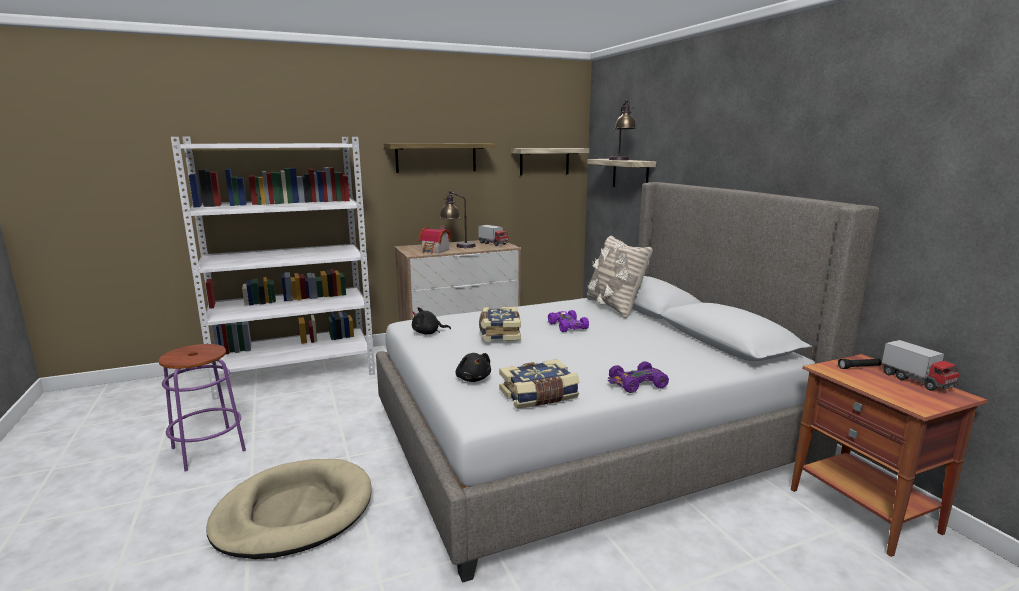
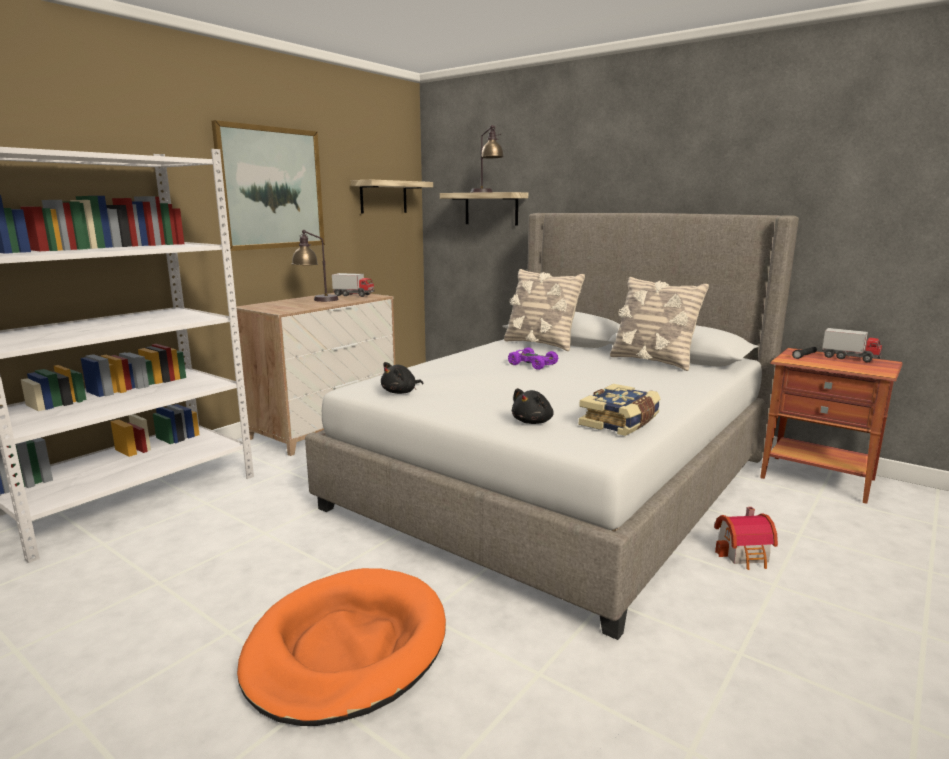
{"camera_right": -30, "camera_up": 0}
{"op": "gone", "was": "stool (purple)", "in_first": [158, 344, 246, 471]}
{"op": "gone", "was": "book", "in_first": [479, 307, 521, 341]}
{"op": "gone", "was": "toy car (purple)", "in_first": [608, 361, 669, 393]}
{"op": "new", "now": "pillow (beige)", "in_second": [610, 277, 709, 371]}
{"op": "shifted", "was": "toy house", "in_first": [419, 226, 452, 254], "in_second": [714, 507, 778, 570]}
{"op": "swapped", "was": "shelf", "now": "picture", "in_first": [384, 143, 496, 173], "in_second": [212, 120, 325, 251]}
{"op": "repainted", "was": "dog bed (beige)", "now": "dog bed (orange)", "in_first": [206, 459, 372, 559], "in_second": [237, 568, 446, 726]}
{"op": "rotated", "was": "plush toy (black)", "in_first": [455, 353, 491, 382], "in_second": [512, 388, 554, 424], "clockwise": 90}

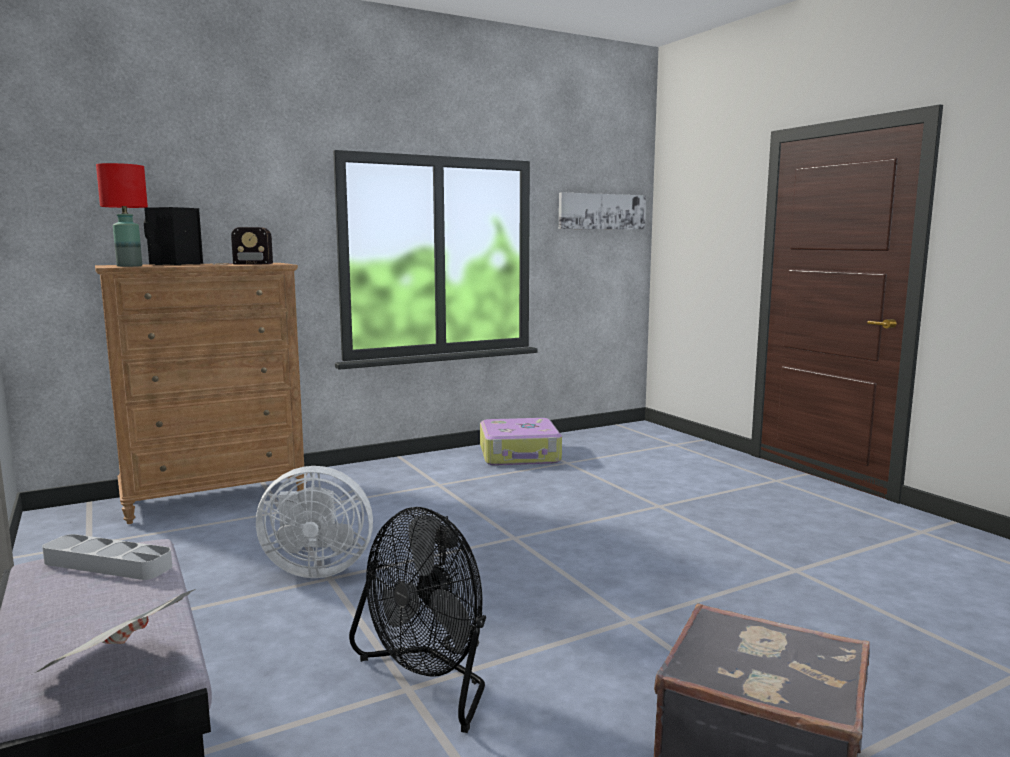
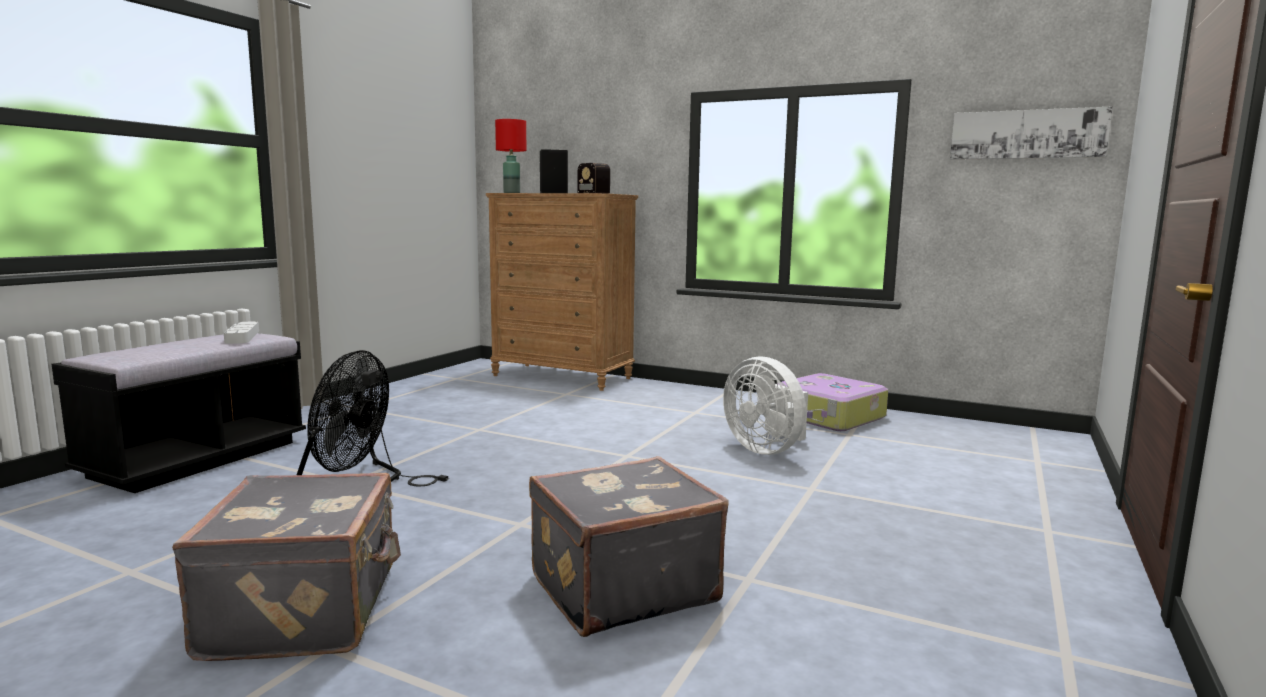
{"camera_right": 55, "camera_up": 0}
{"op": "gone", "was": "newspaper", "in_first": [31, 589, 196, 675]}
{"op": "new", "now": "suitcase (grey)", "in_second": [529, 456, 729, 637]}
{"op": "shifted", "was": "fan (white)", "in_first": [256, 466, 373, 578], "in_second": [723, 357, 808, 455]}

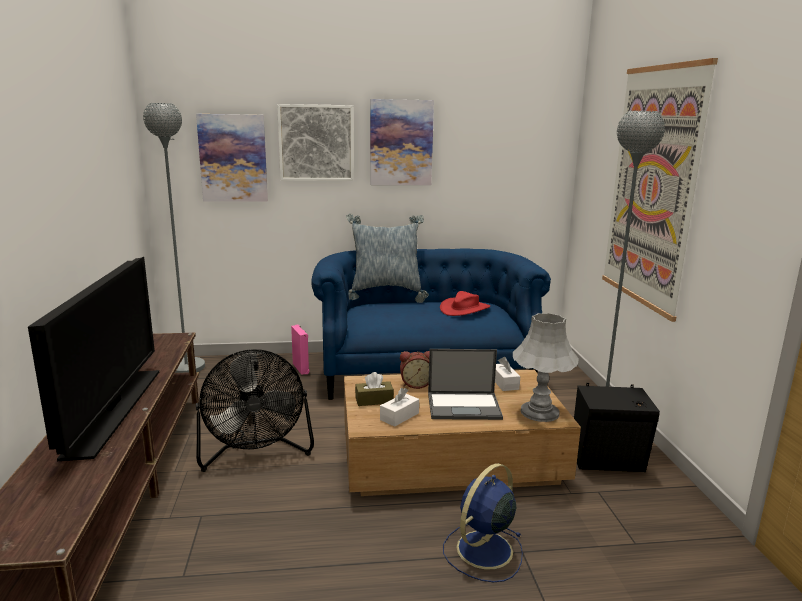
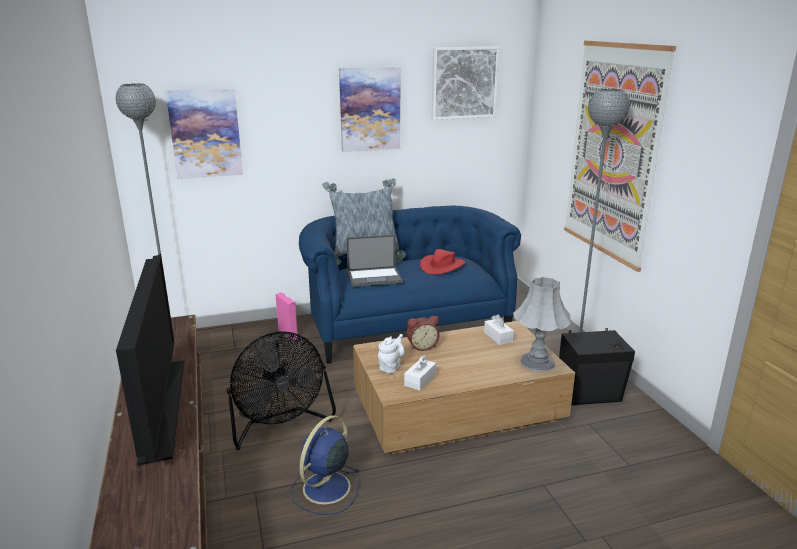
{"camera_right": -10, "camera_up": 5}
{"op": "shifted", "was": "picture", "in_first": [277, 104, 354, 181], "in_second": [432, 47, 499, 120]}
{"op": "shifted", "was": "laptop", "in_first": [428, 349, 503, 420], "in_second": [346, 235, 403, 287]}
{"op": "shifted", "was": "fan (blue)", "in_first": [443, 463, 523, 582], "in_second": [291, 415, 359, 515]}
{"op": "swapped", "was": "tissue box (brown)", "now": "teapot (white)", "in_first": [355, 372, 394, 406], "in_second": [378, 334, 404, 374]}

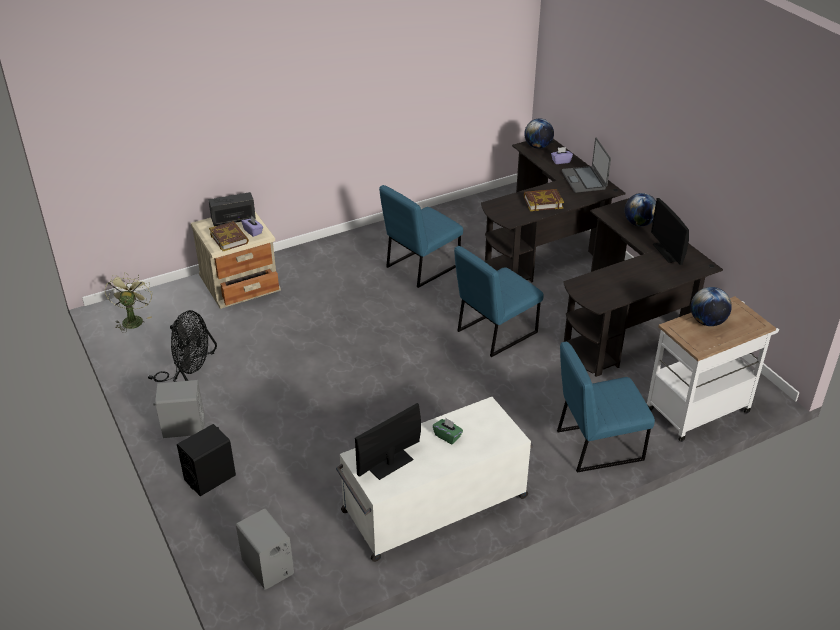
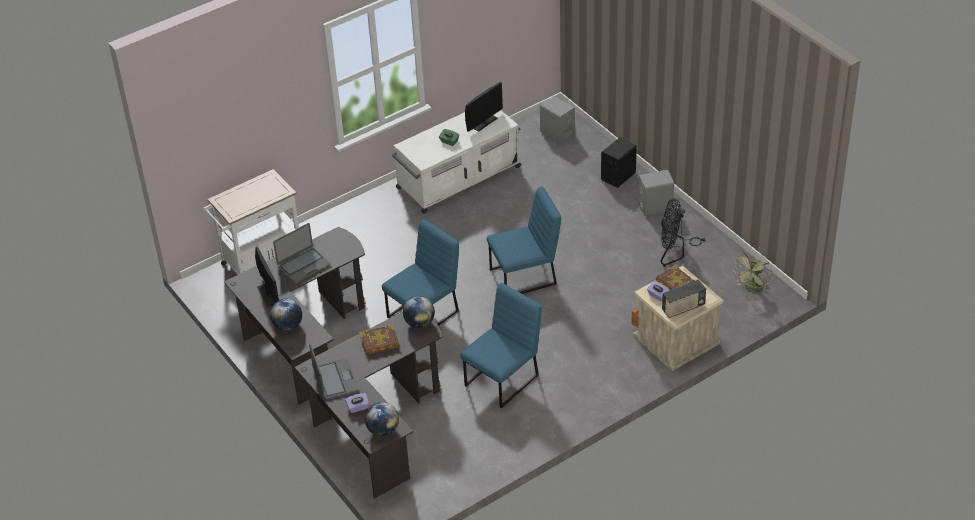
{"camera_right": 175, "camera_up": 5}
{"op": "new", "now": "laptop", "in_second": [273, 223, 331, 284]}
{"op": "shifted", "was": "chair (blue)", "in_first": [557, 342, 655, 472], "in_second": [487, 186, 561, 294]}
{"op": "shifted", "was": "globe", "in_first": [691, 287, 732, 326], "in_second": [403, 296, 435, 328]}
{"op": "rotated", "was": "fan (green)", "in_first": [104, 272, 153, 333], "in_second": [732, 250, 772, 293], "clockwise": 45}

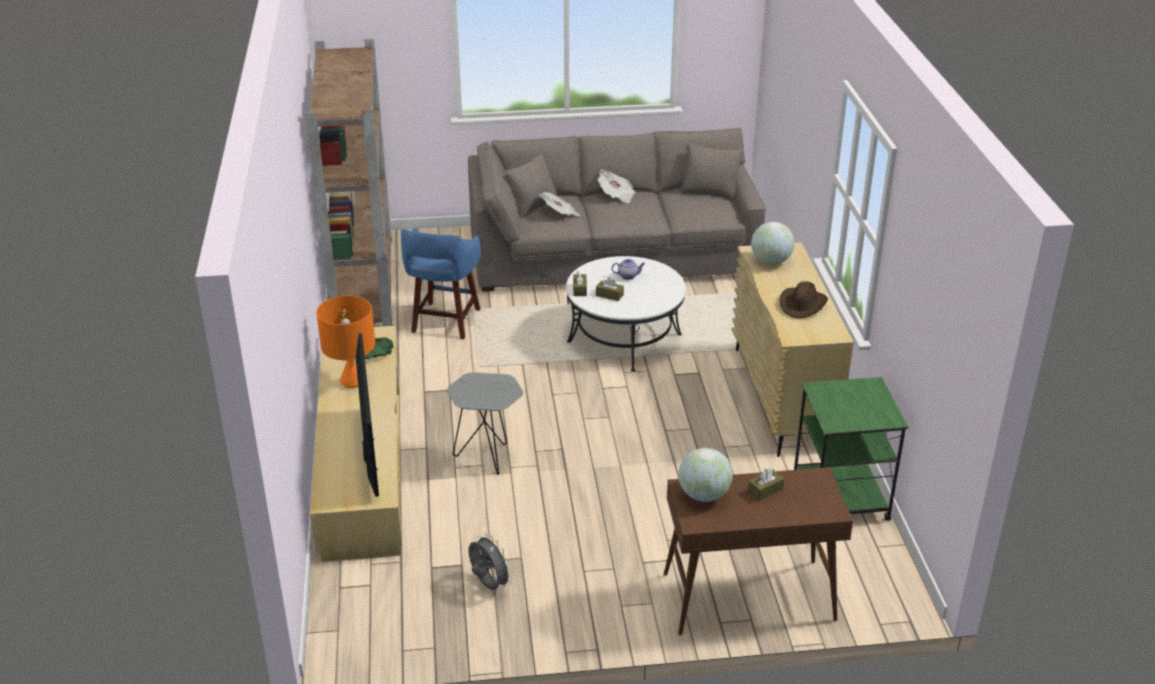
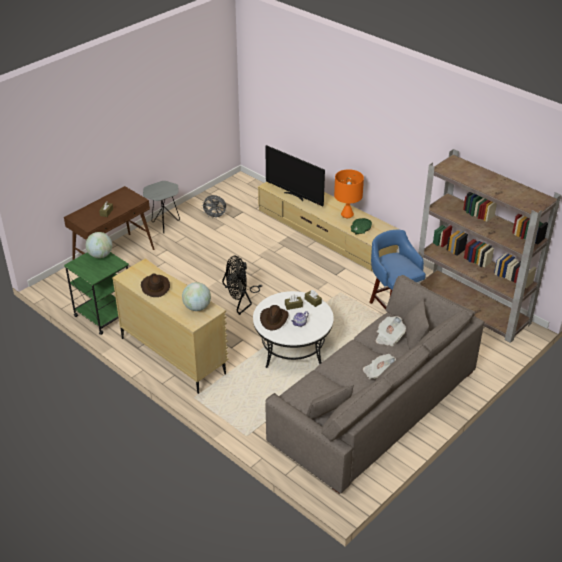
{"camera_right": 140, "camera_up": 5}
{"op": "new", "now": "fan (black)", "in_second": [222, 255, 262, 315]}
{"op": "new", "now": "hat (brown)", "in_second": [260, 305, 289, 330]}
{"op": "shifted", "was": "side table (grey)", "in_first": [447, 372, 523, 475], "in_second": [143, 181, 180, 234]}
{"op": "shifted", "was": "globe", "in_first": [679, 448, 732, 502], "in_second": [86, 232, 112, 258]}

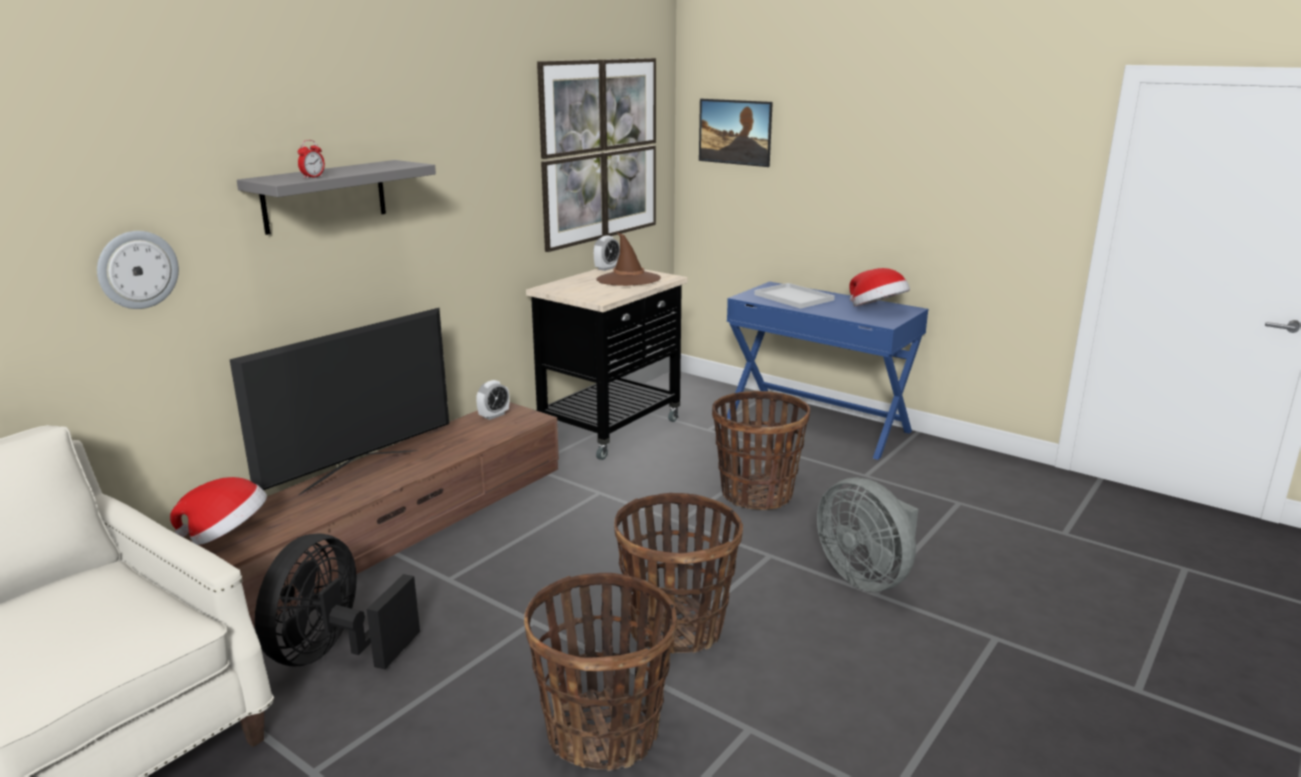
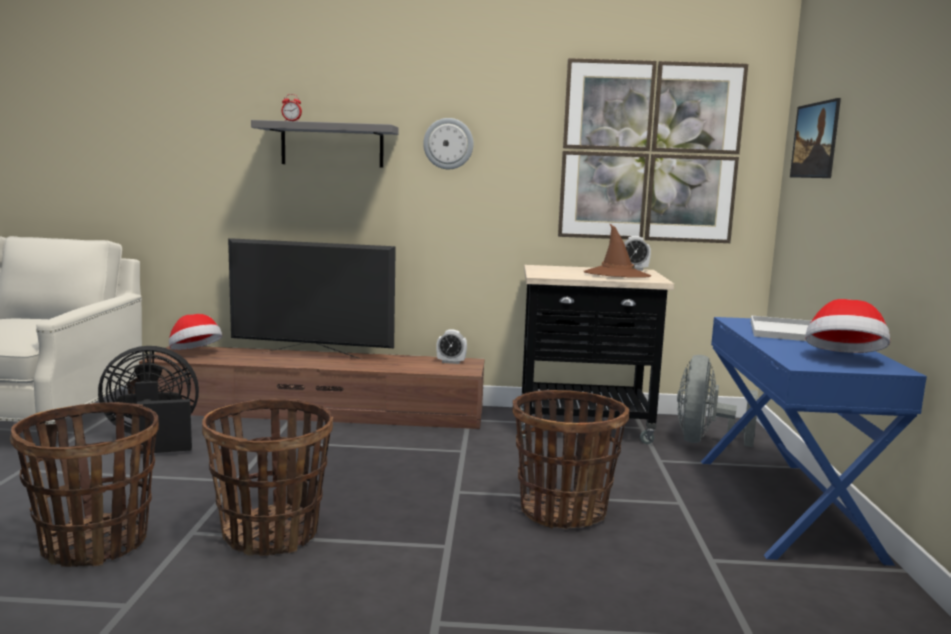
{"camera_right": 55, "camera_up": -10}
{"op": "shifted", "was": "wall clock", "in_first": [97, 231, 179, 309], "in_second": [423, 118, 474, 169]}
{"op": "shifted", "was": "fan (grey)", "in_first": [817, 477, 918, 592], "in_second": [677, 355, 758, 447]}

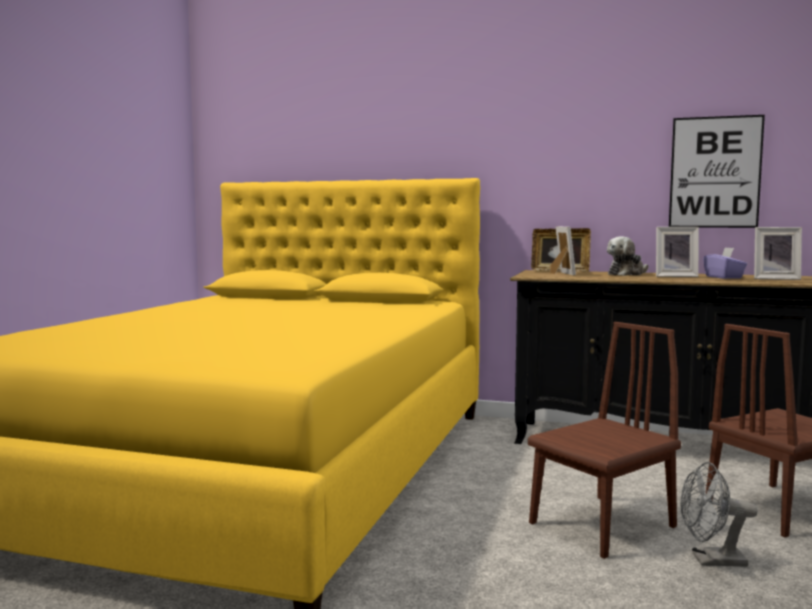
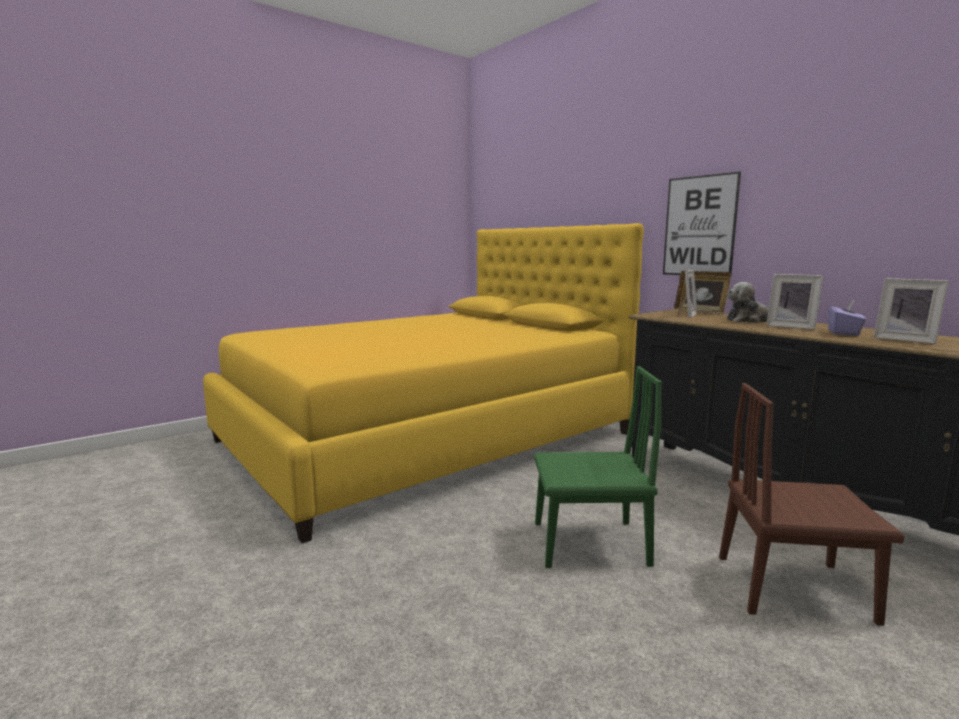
{"camera_right": 35, "camera_up": 5}
{"op": "gone", "was": "fan (grey)", "in_first": [681, 462, 758, 567]}
{"op": "shifted", "was": "picture", "in_first": [669, 115, 765, 228], "in_second": [663, 172, 741, 275]}
{"op": "repainted", "was": "chair (brown)", "now": "chair (green)", "in_first": [528, 322, 681, 559], "in_second": [534, 366, 662, 568]}

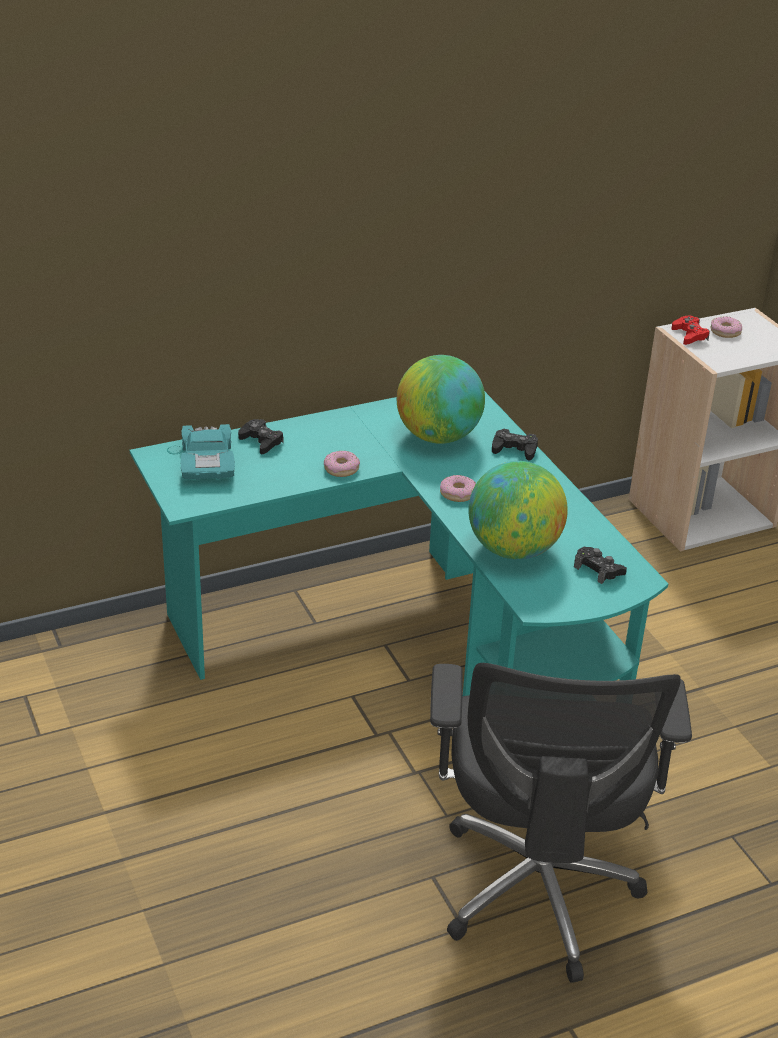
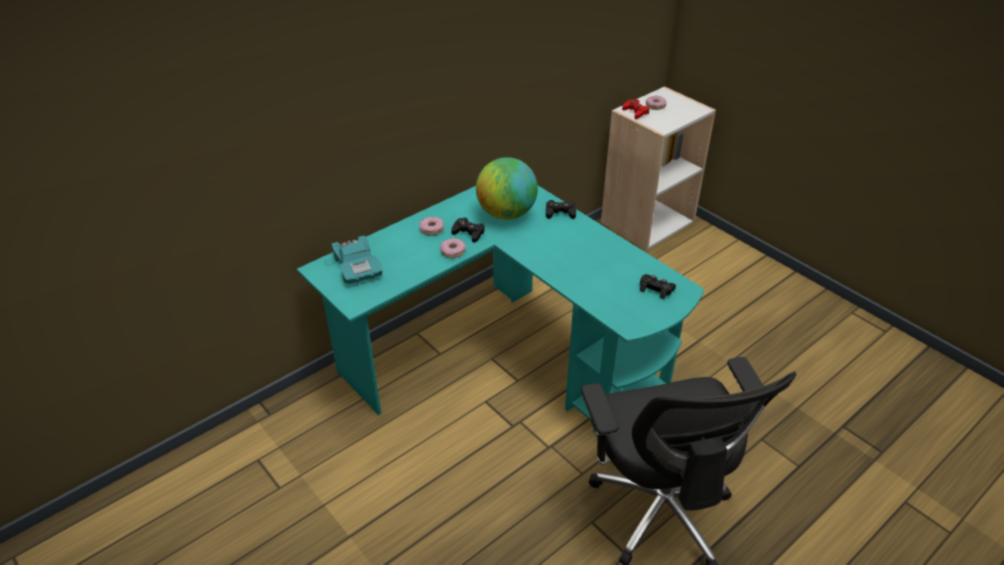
{"camera_right": -15, "camera_up": 5}
{"op": "gone", "was": "globe", "in_first": [468, 461, 568, 560]}
{"op": "shifted", "was": "game controller (black)", "in_first": [238, 419, 284, 454], "in_second": [451, 217, 484, 243]}
{"op": "shifted", "was": "donut", "in_first": [440, 475, 476, 502], "in_second": [419, 217, 444, 235]}

